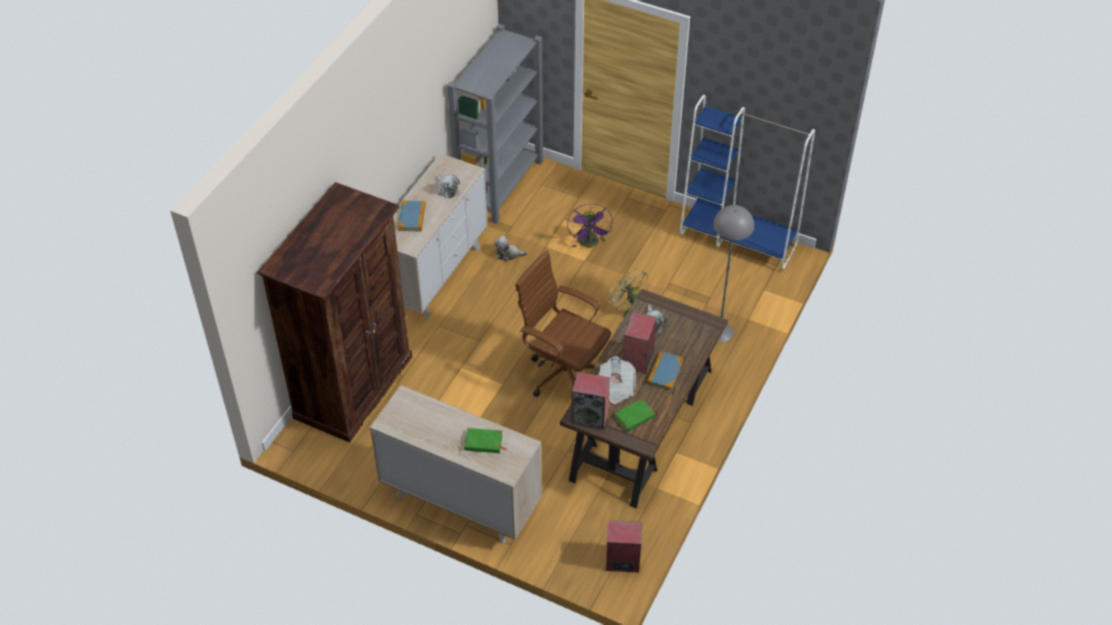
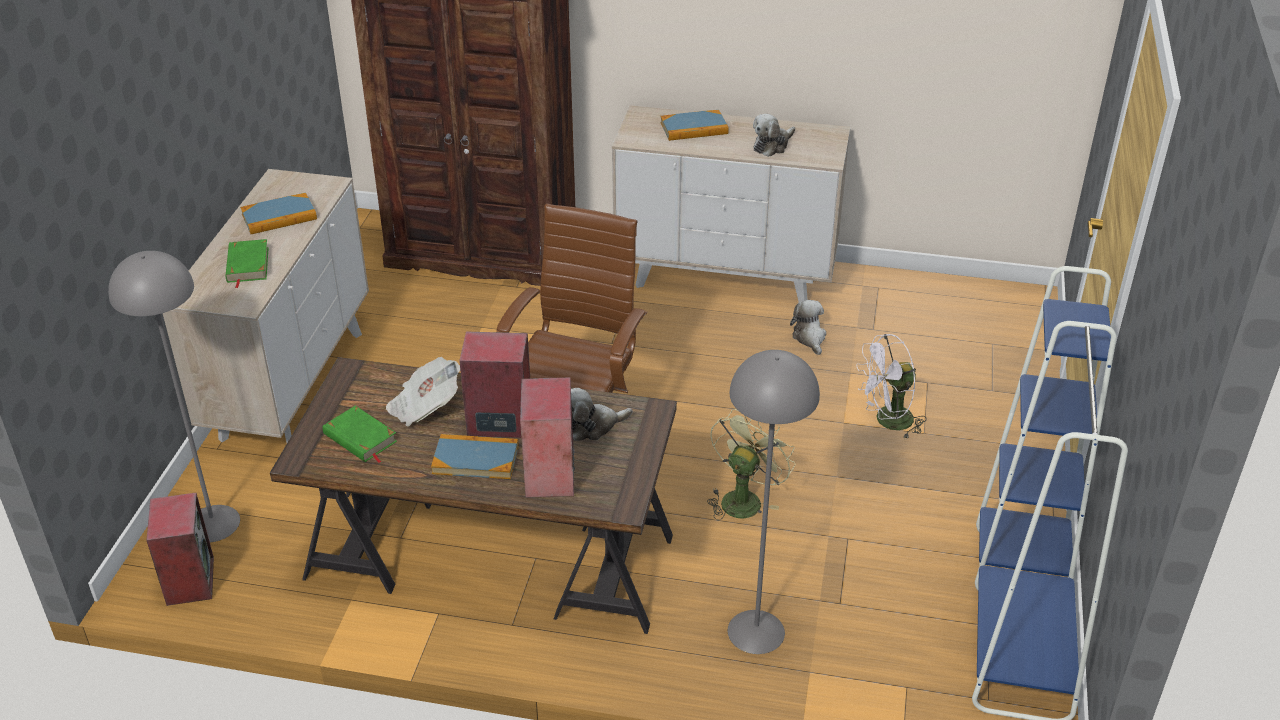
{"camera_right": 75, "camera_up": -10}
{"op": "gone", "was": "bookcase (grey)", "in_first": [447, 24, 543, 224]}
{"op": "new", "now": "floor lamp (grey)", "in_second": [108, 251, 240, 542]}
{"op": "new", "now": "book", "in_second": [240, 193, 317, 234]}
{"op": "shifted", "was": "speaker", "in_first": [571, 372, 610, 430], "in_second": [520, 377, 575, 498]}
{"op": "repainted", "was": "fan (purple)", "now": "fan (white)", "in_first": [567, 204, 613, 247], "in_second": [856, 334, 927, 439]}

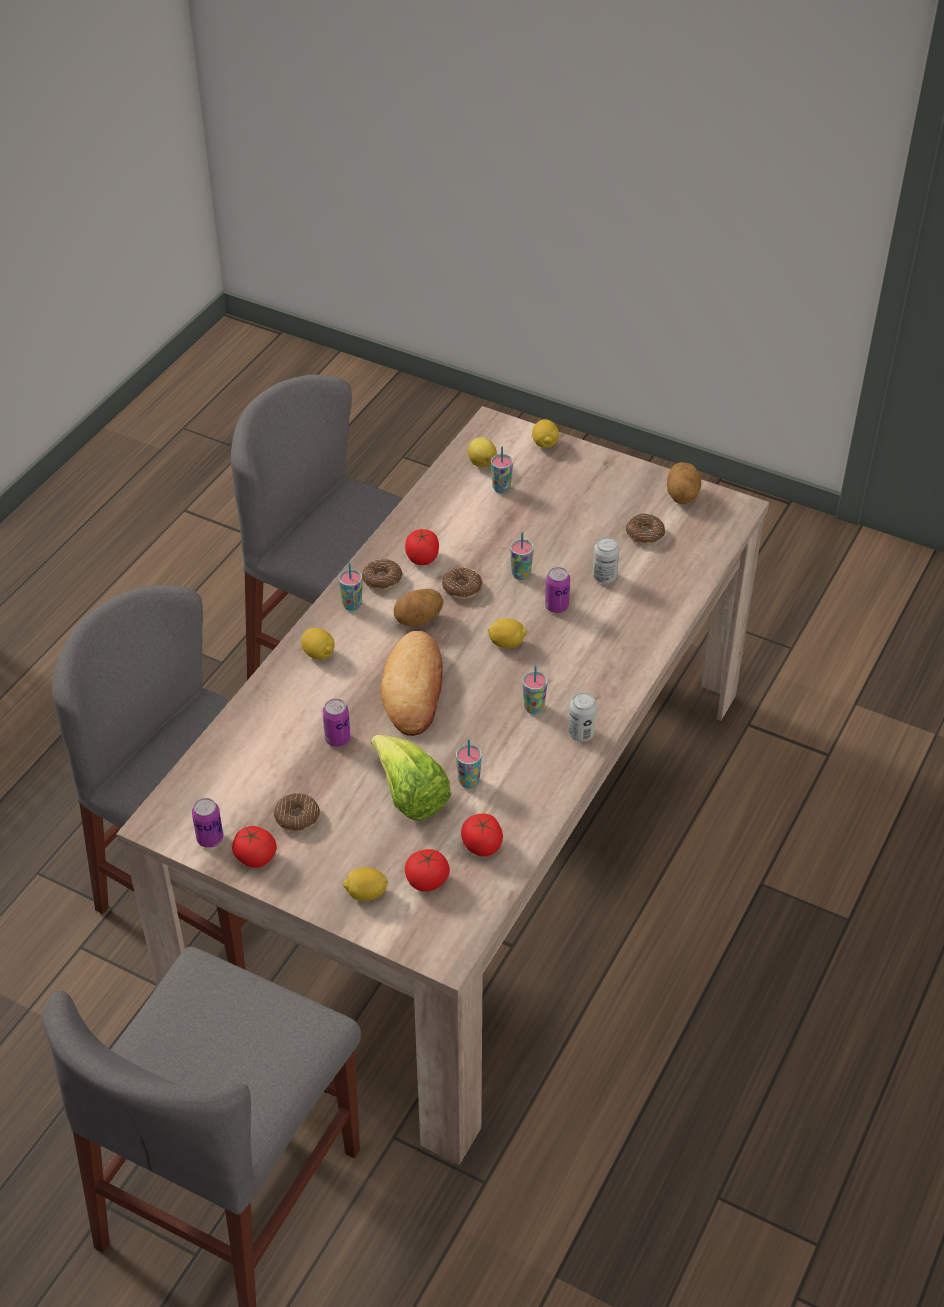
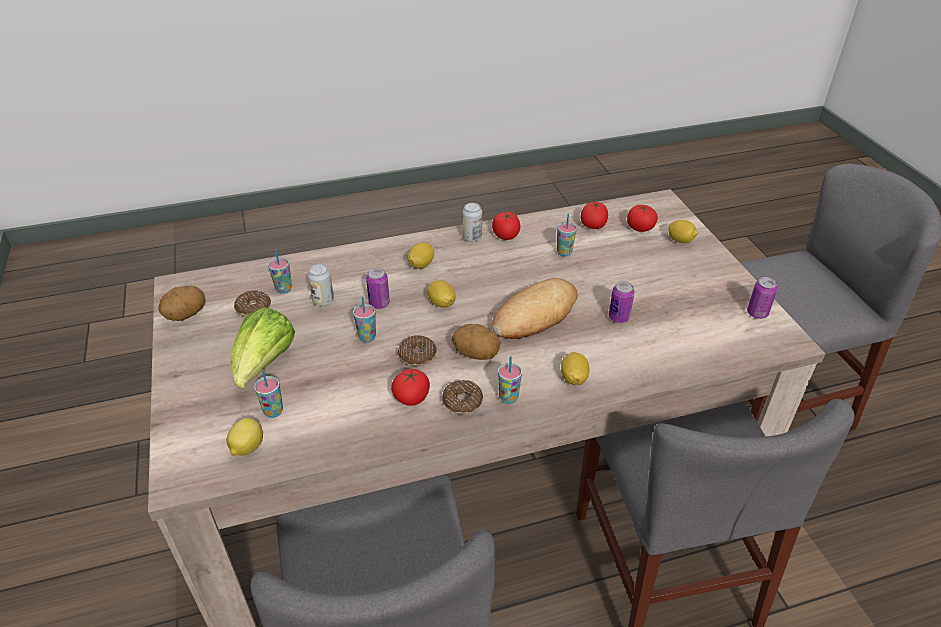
{"camera_right": -135, "camera_up": -5}
{"op": "gone", "was": "donut", "in_first": [274, 793, 320, 832]}
{"op": "shifted", "was": "tomato", "in_first": [232, 826, 277, 868], "in_second": [492, 212, 520, 240]}
{"op": "shifted", "was": "lettuce", "in_first": [371, 735, 451, 820], "in_second": [231, 307, 295, 388]}
{"op": "shifted", "was": "cup", "in_first": [522, 665, 548, 714], "in_second": [268, 250, 292, 294]}
{"op": "shifted", "was": "lemon", "in_first": [532, 419, 559, 448], "in_second": [407, 242, 434, 269]}

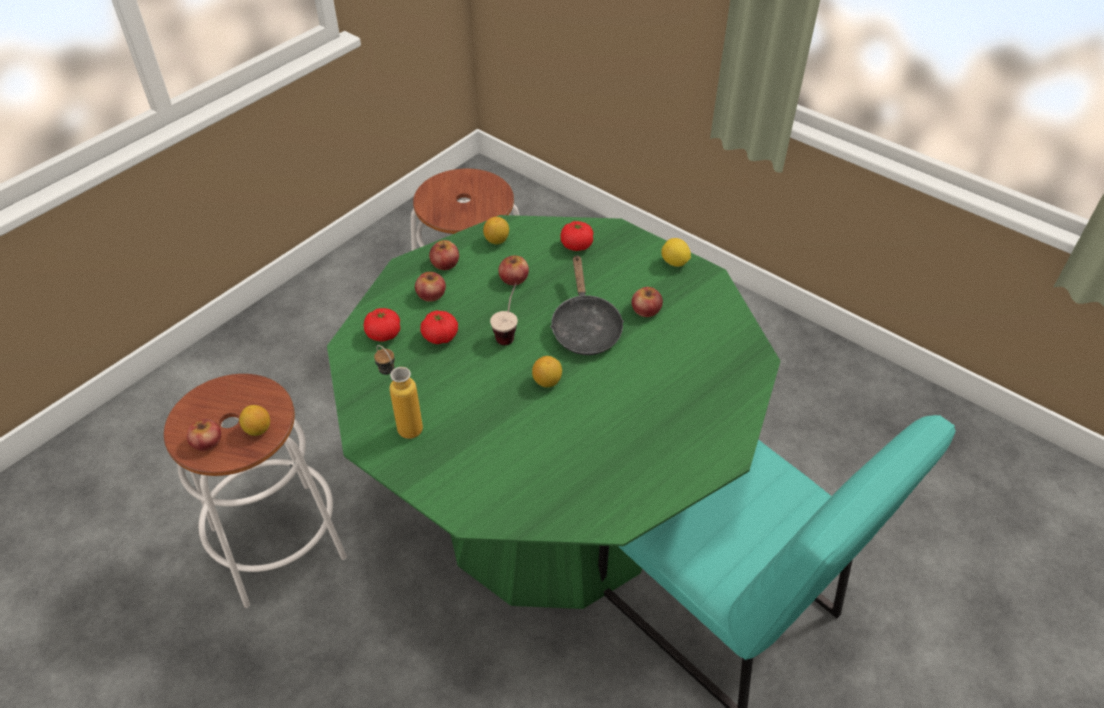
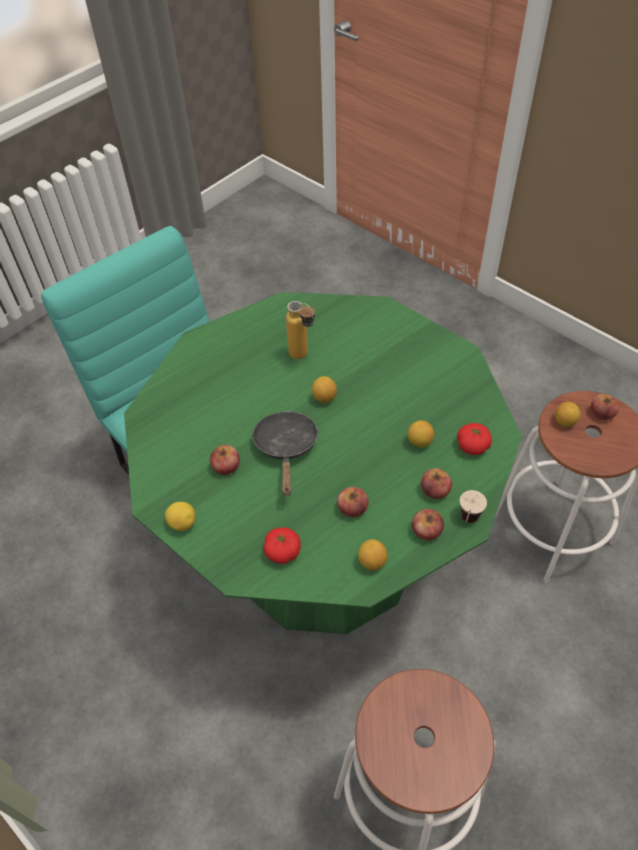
{"camera_right": -175, "camera_up": 5}
{"op": "shifted", "was": "bottle", "in_first": [374, 345, 423, 439], "in_second": [286, 301, 315, 359]}
{"op": "shifted", "was": "cup", "in_first": [490, 283, 518, 345], "in_second": [460, 490, 487, 523]}
{"op": "swapped", "was": "tomato", "now": "lemon", "in_first": [420, 311, 458, 344], "in_second": [408, 420, 435, 448]}

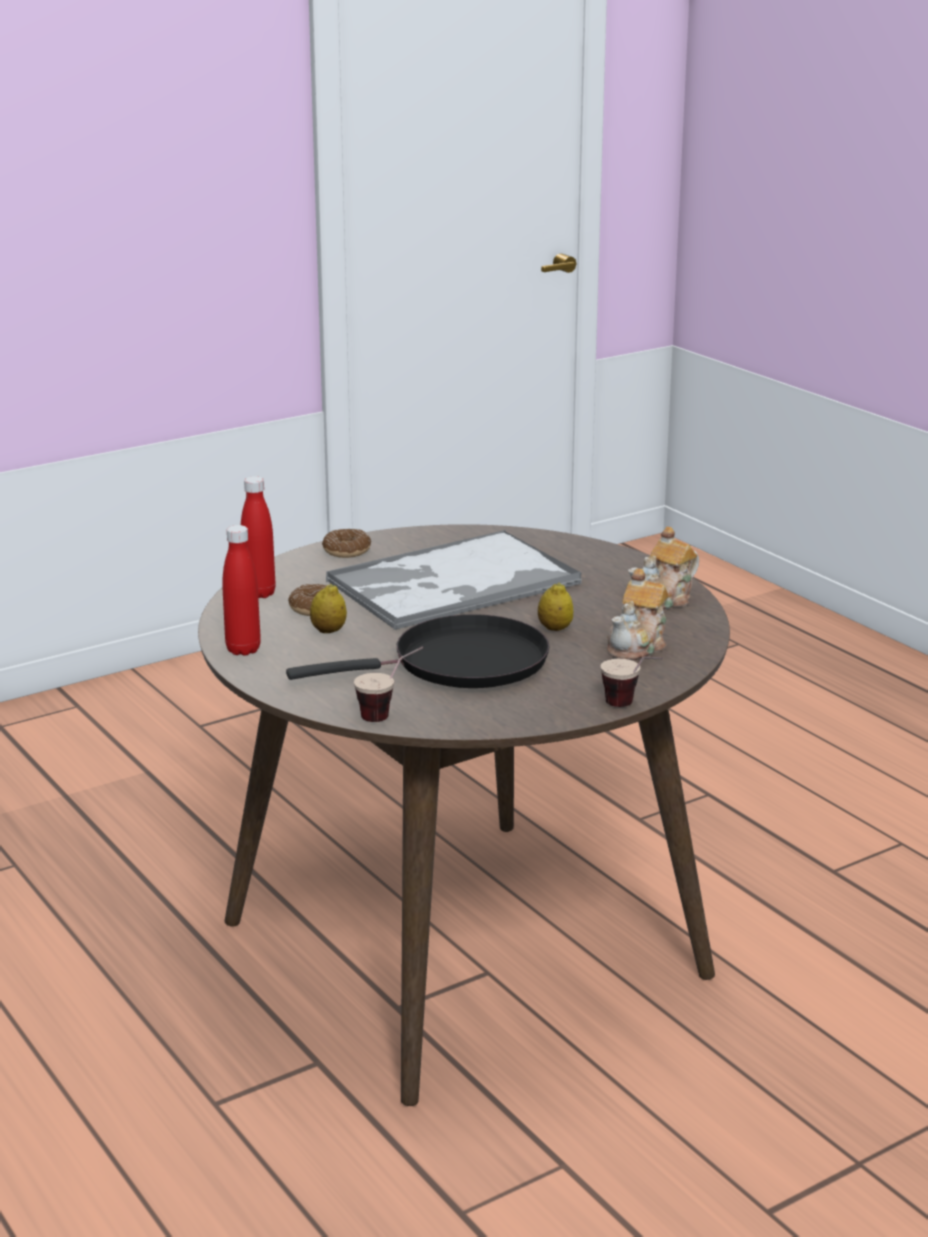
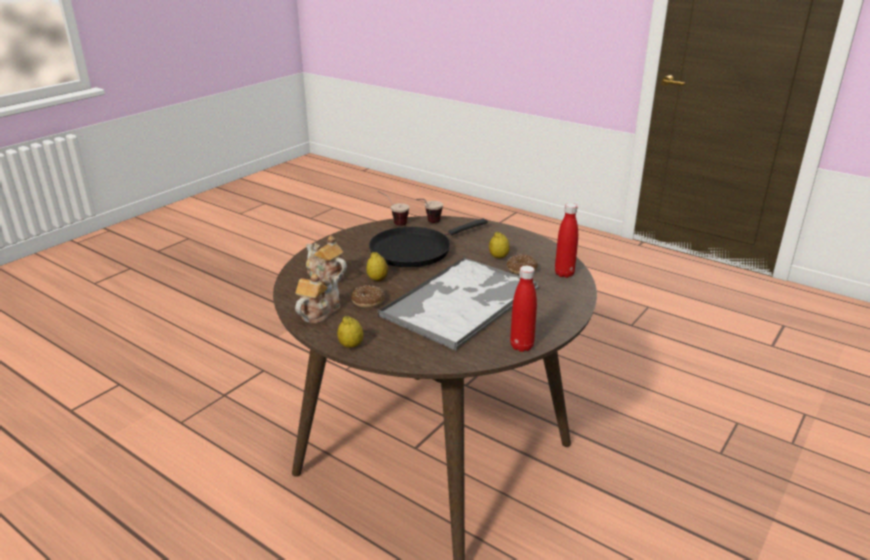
{"camera_right": 160, "camera_up": 5}
{"op": "new", "now": "lemon", "in_second": [337, 316, 363, 348]}
{"op": "shifted", "was": "bottle (red)", "in_first": [222, 525, 261, 656], "in_second": [510, 266, 537, 352]}
{"op": "shifted", "was": "donut", "in_first": [322, 529, 371, 558], "in_second": [351, 285, 385, 308]}
{"op": "shifted", "was": "cup", "in_first": [601, 657, 663, 707], "in_second": [378, 191, 409, 226]}
{"op": "rotated", "was": "teapot", "in_first": [607, 568, 668, 660], "in_second": [306, 235, 347, 283], "clockwise": -60}

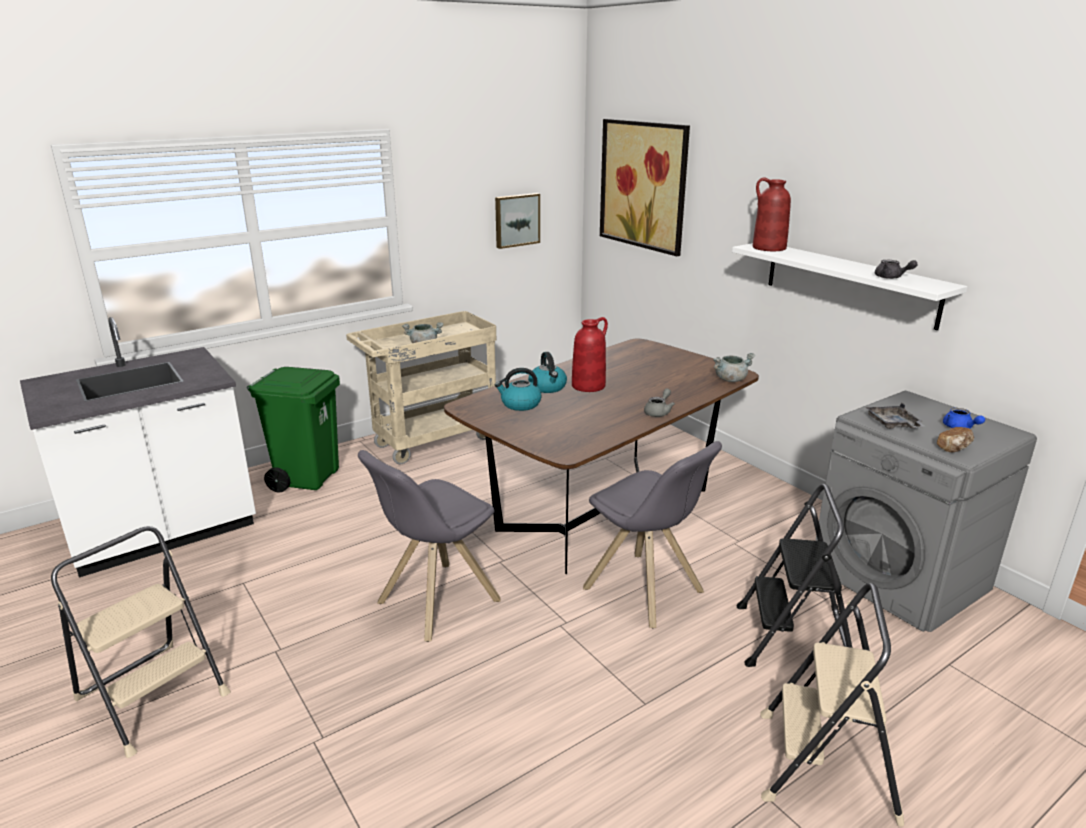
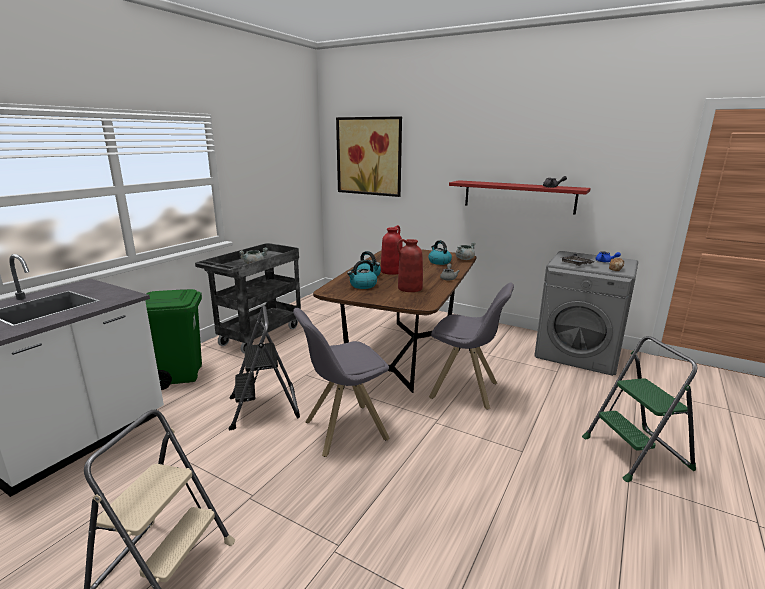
{"camera_right": -25, "camera_up": -5}
{"op": "gone", "was": "picture", "in_first": [495, 193, 540, 249]}
{"op": "new", "now": "kettle", "in_second": [428, 240, 452, 265]}
{"op": "shifted", "was": "step ladder (black)", "in_first": [736, 484, 852, 667], "in_second": [229, 306, 300, 430]}
{"op": "shifted", "was": "vase (red)", "in_first": [753, 177, 791, 251], "in_second": [397, 239, 423, 292]}
{"op": "repainted", "was": "cart (beige)", "now": "cart (black)", "in_first": [346, 311, 497, 464], "in_second": [195, 243, 301, 354]}
{"op": "repainted", "was": "shelf (white)", "now": "shelf (red)", "in_first": [732, 243, 967, 330], "in_second": [449, 180, 591, 215]}
{"op": "repainted", "was": "step ladder (beige)", "now": "step ladder (green)", "in_first": [760, 583, 904, 827], "in_second": [582, 336, 697, 482]}
{"op": "rotated", "was": "chair (grey)", "in_first": [358, 450, 501, 642], "in_second": [293, 308, 389, 457], "clockwise": 45}

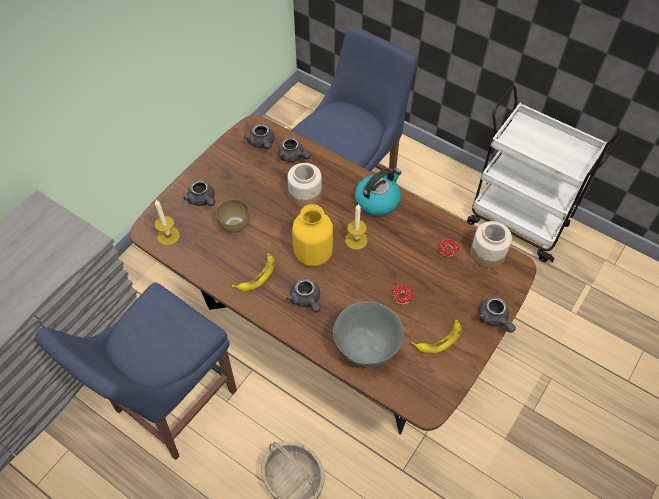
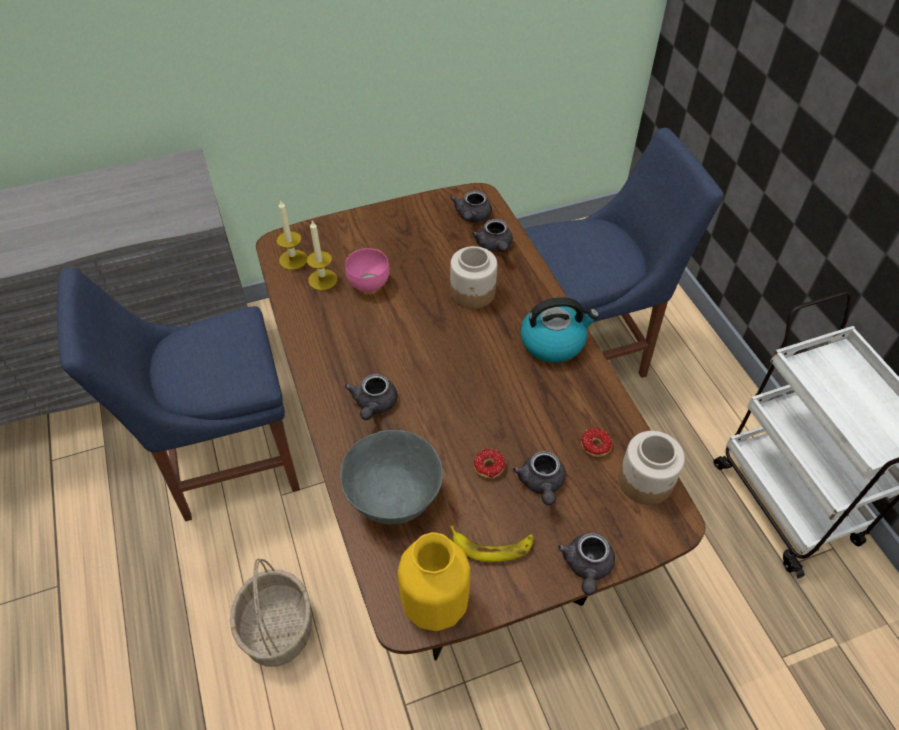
{"camera_right": 35, "camera_up": -5}
{"op": "gone", "was": "banana", "in_first": [232, 253, 275, 291]}
{"op": "shifted", "was": "teapot (grey)", "in_first": [184, 180, 215, 206], "in_second": [513, 451, 566, 506]}
{"op": "shifted", "was": "vase (yellow)", "in_first": [292, 204, 333, 266], "in_second": [398, 532, 470, 631]}
{"op": "shifted", "was": "candle", "in_first": [345, 204, 367, 250], "in_second": [307, 221, 337, 290]}
{"op": "repainted", "was": "bowl (brown)", "now": "bowl (pink)", "in_first": [216, 199, 250, 233], "in_second": [345, 248, 390, 292]}

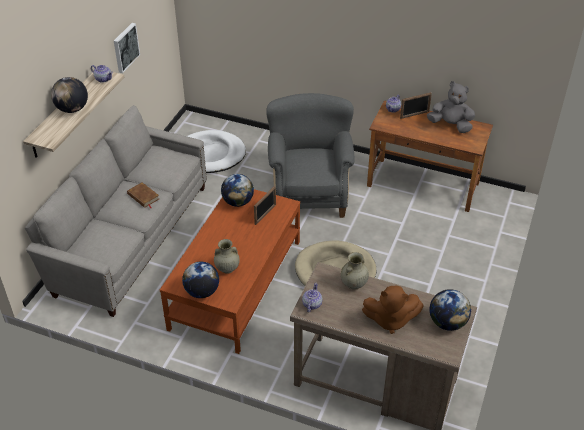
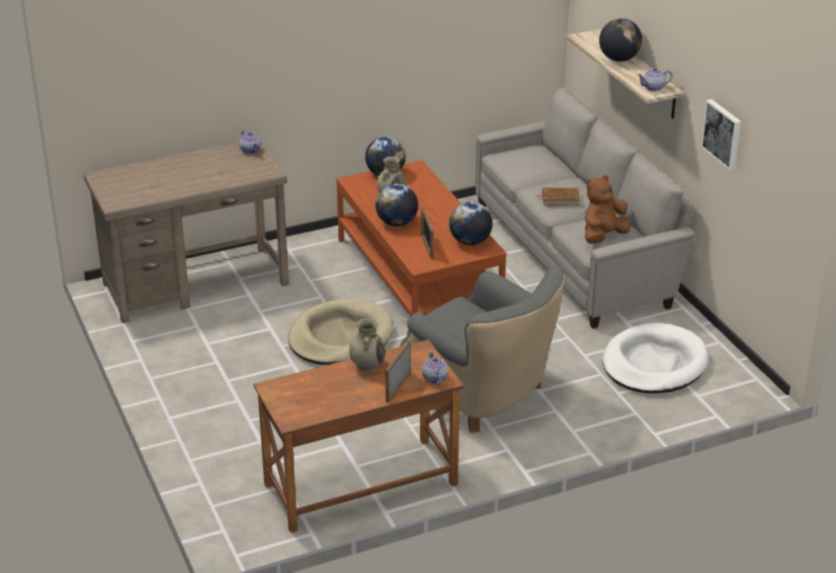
{"camera_right": 135, "camera_up": -10}
{"op": "gone", "was": "plush toy (grey)", "in_first": [427, 81, 475, 133]}
{"op": "shifted", "was": "vase (beige)", "in_first": [341, 252, 369, 290], "in_second": [349, 318, 386, 371]}
{"op": "shifted", "was": "plush toy (brown)", "in_first": [362, 286, 424, 334], "in_second": [585, 175, 631, 244]}
{"op": "shifted", "was": "globe", "in_first": [429, 289, 471, 331], "in_second": [376, 184, 418, 226]}

